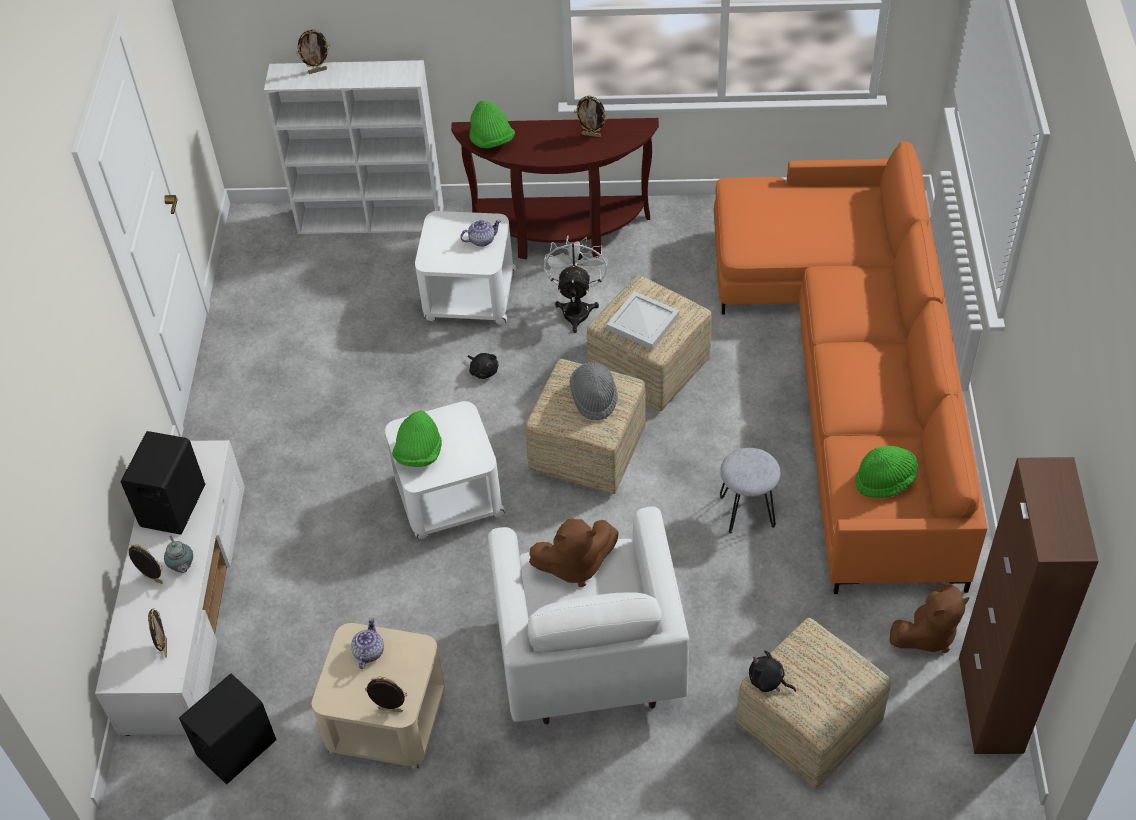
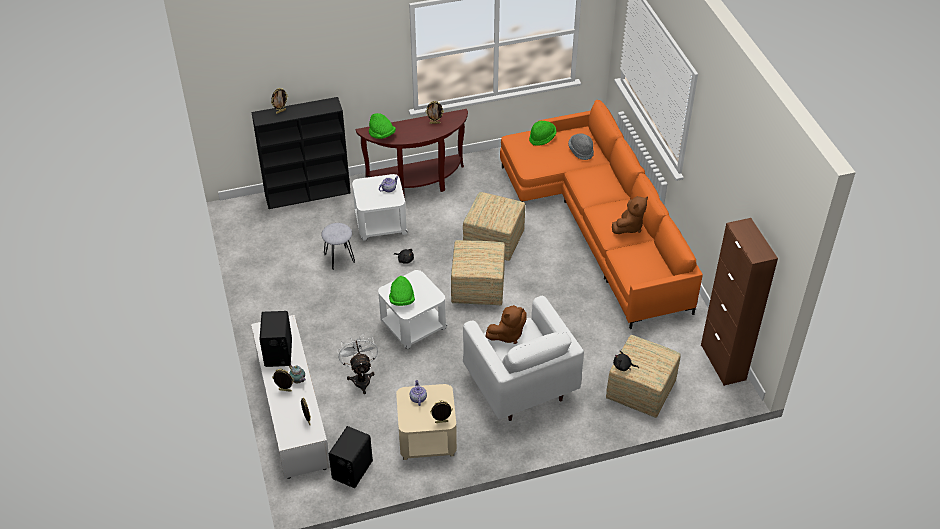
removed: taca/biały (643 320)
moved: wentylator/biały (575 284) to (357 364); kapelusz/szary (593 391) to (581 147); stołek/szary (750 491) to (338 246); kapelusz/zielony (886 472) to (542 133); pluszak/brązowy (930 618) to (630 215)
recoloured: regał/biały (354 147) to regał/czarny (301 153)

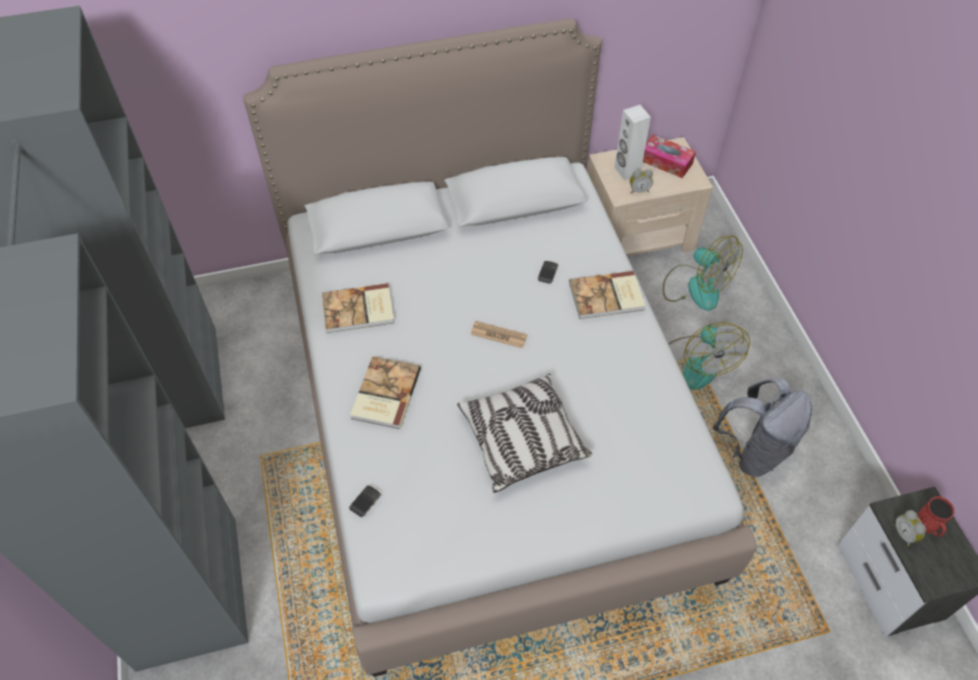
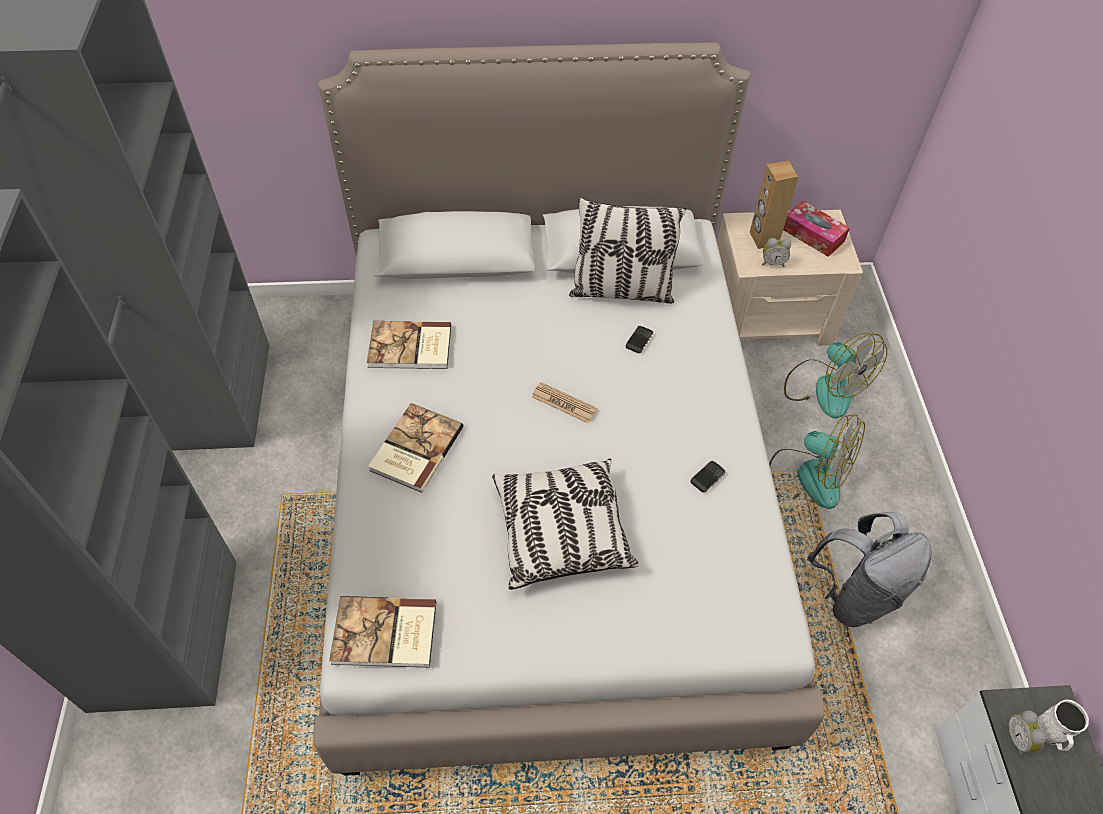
added: poduszka (628 250)
moved: telefon (365 501) to (708 477); książka (607 295) to (382 632)
recoloured: głośnik/biały (632 142) to głośnik/brązowy (773 205); kubek/czerwony (936 516) to kubek/biały (1063 725)
turned: wentylator (709 356) = (817 461) 60 degrees counterclockwise

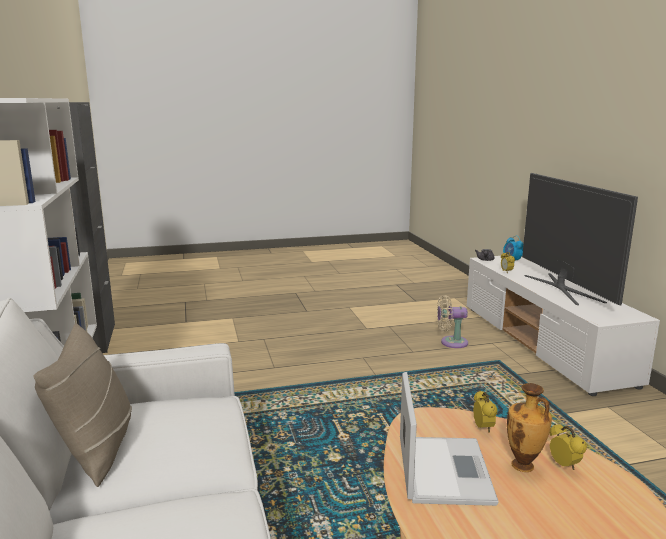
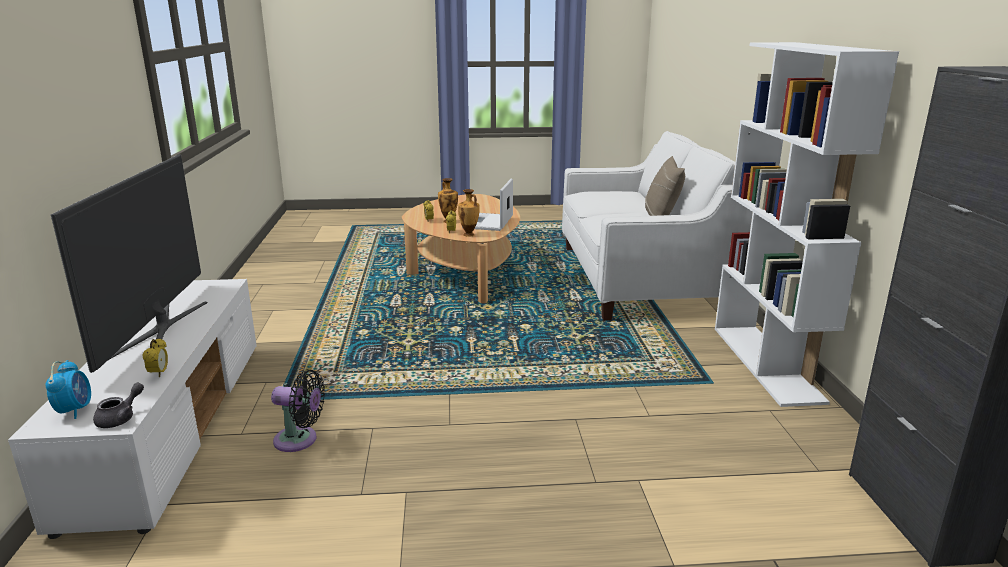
added: wazon (469 213)
recoloured: wentylator/beżowy (452 321) to wentylator/czarny (298 411)

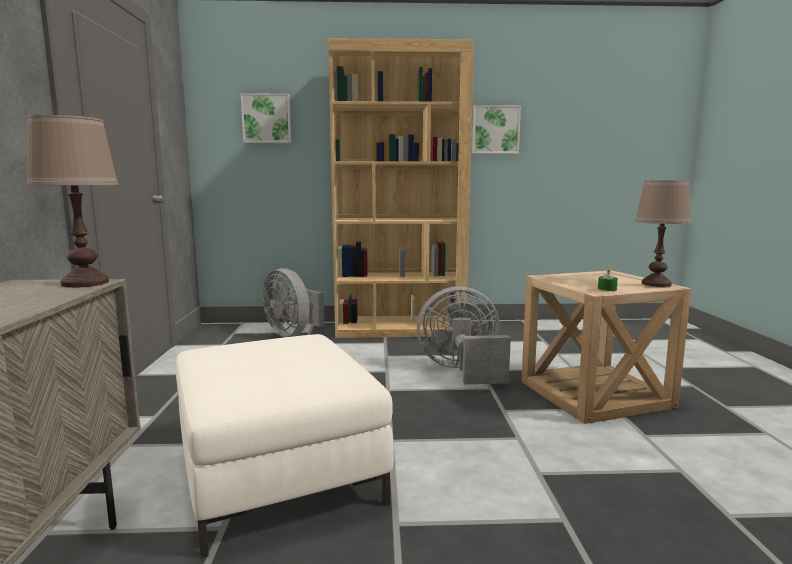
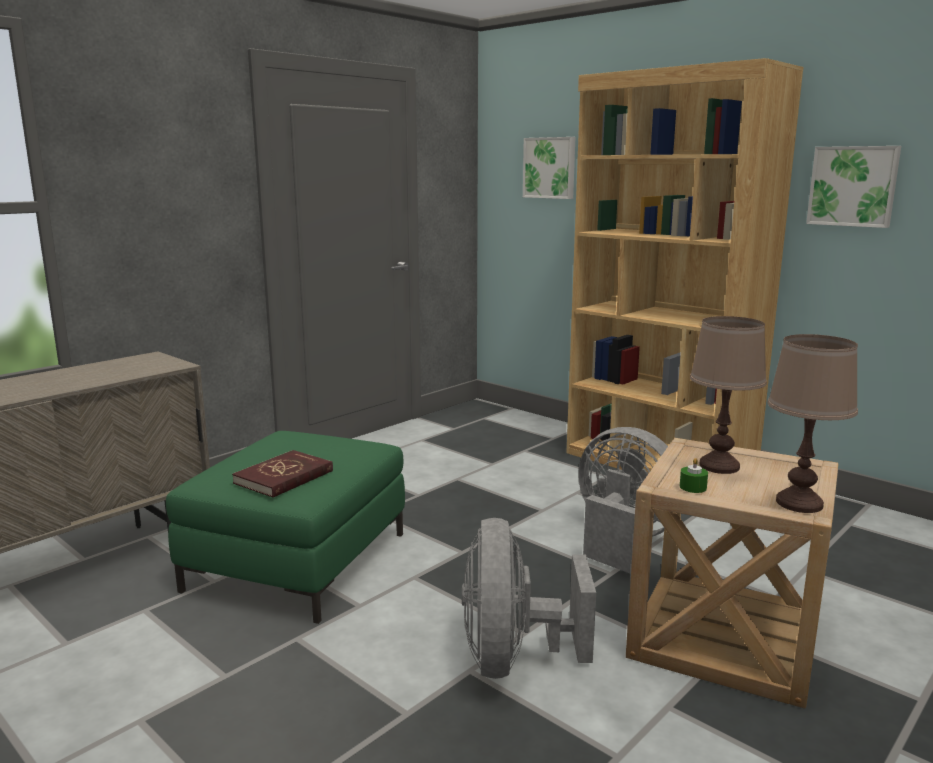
added: książka/czerwony (282 474)
moved: lampa stołowa/brązowy (72 201) to (728 395); wentylator/szary (293 302) to (529 598)
recoloured: pufa/biały (285 446) to pufa/zielony (285 527)

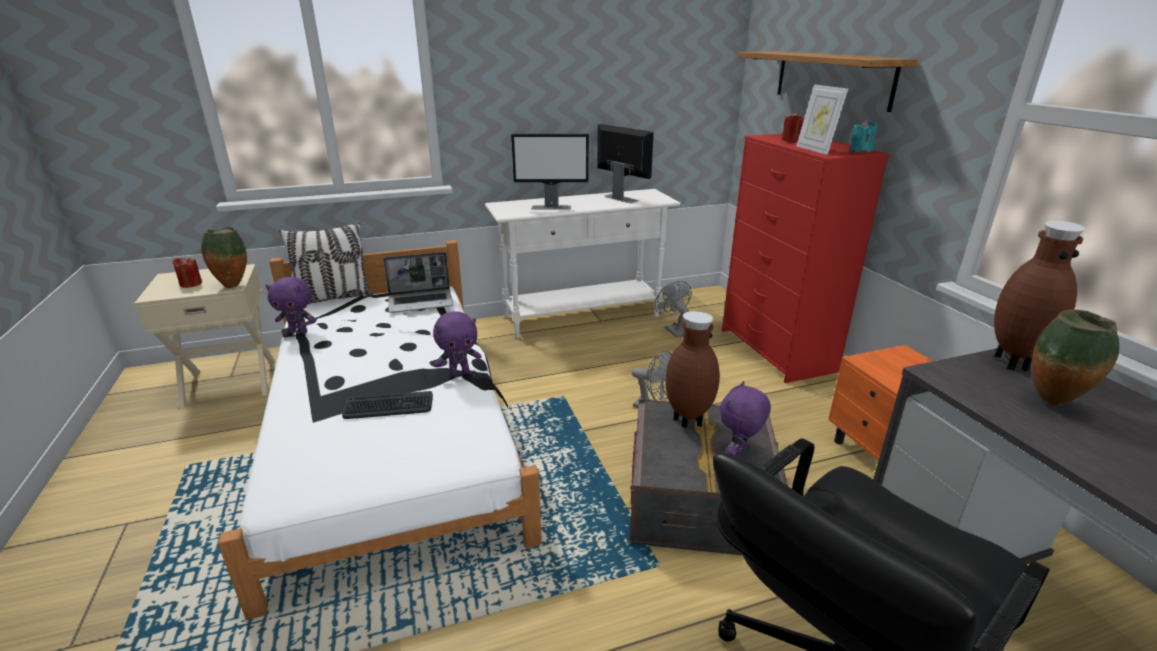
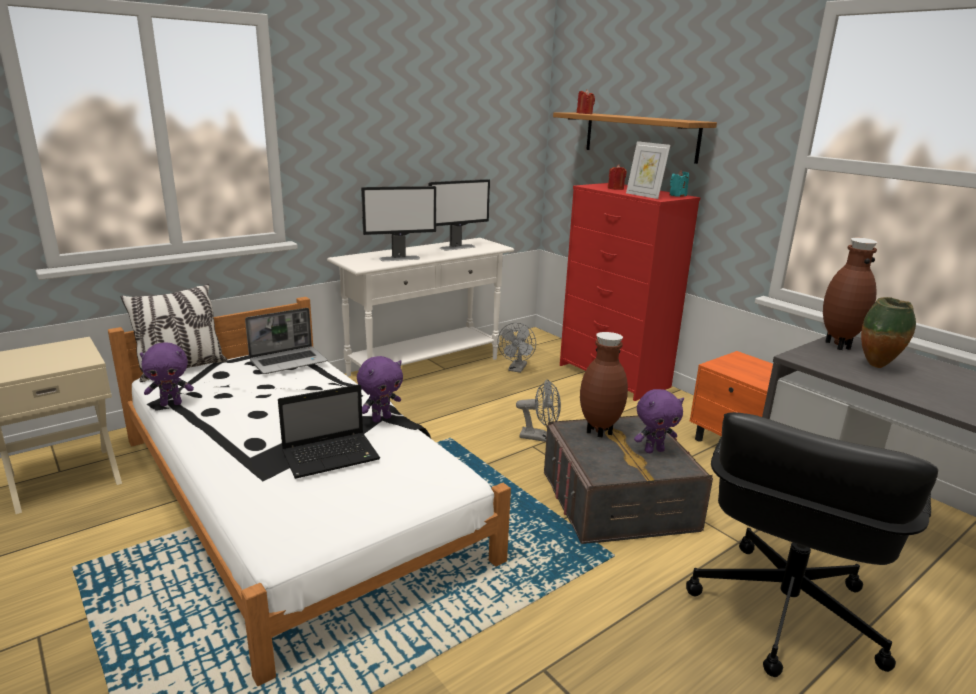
removed: wazon (224 257)
moved: świeca/czerwony (187 272) to (586 102)
replaced: klawiatura (387 405) to laptop (329 431)
turned: monitor (625 163) = (459 215) 120 degrees clockwise; wentylator/szary (673 309) = (517 348) 120 degrees counterclockwise; pluszak/fioletowy (745 419) = (659 421) 120 degrees counterclockwise

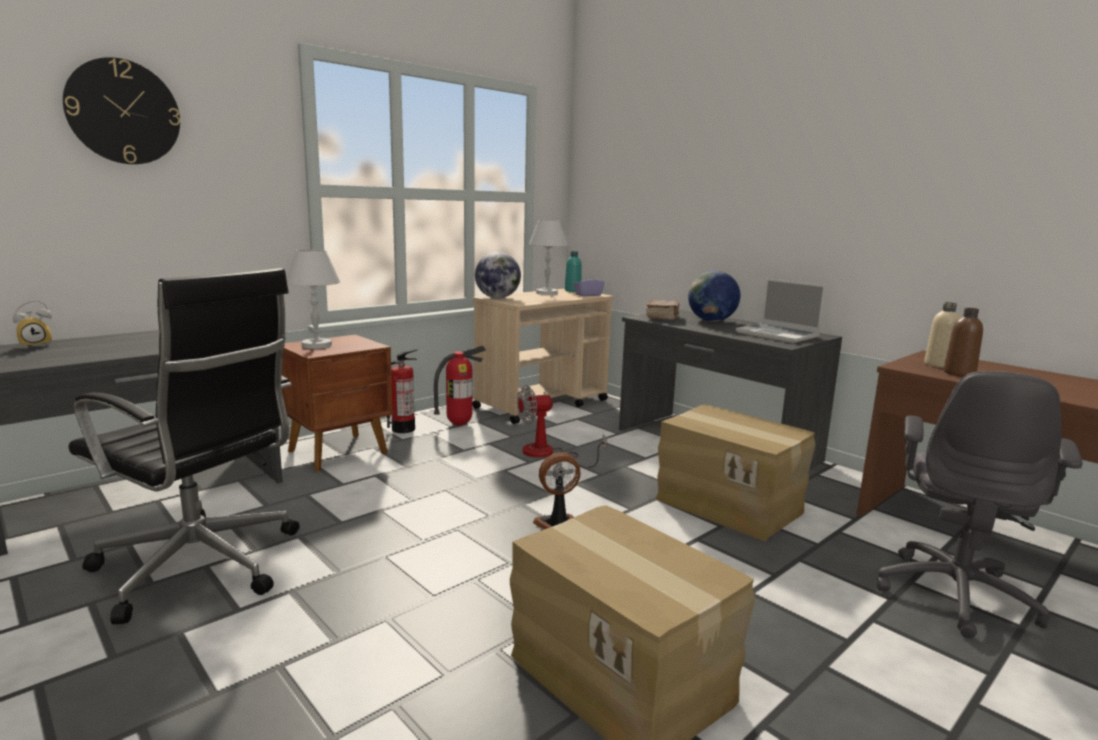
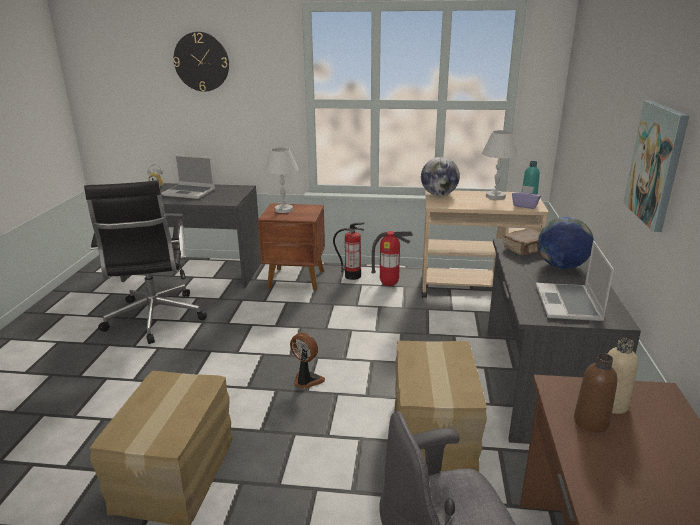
removed: wentylator (562 426)
added: laptop (188 177); obraz (656 166)

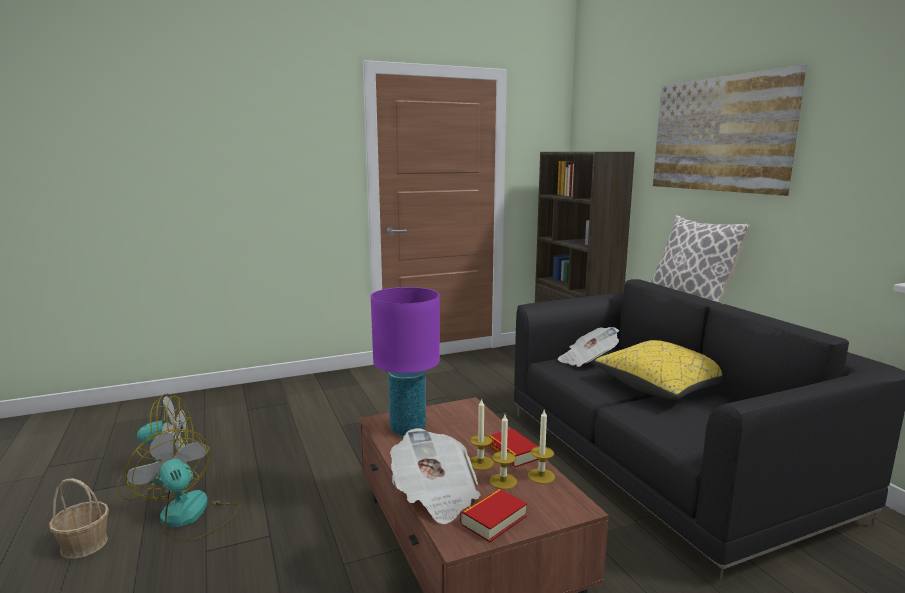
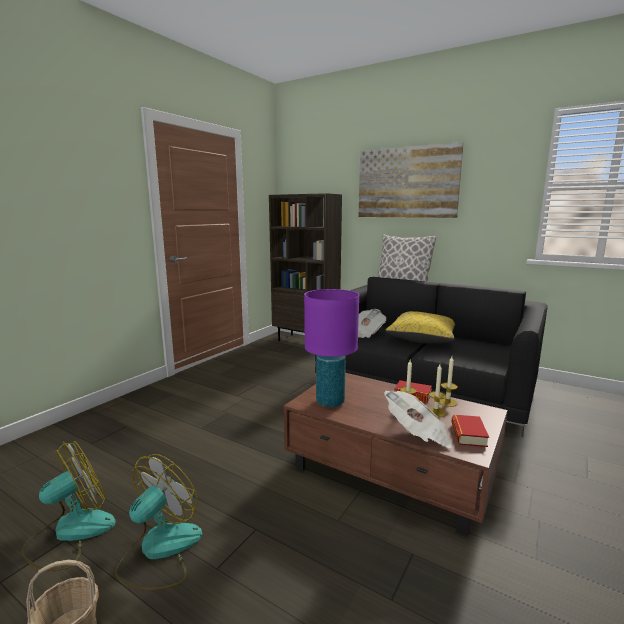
turned: wentylator (182 485) = (158 522) 105 degrees clockwise

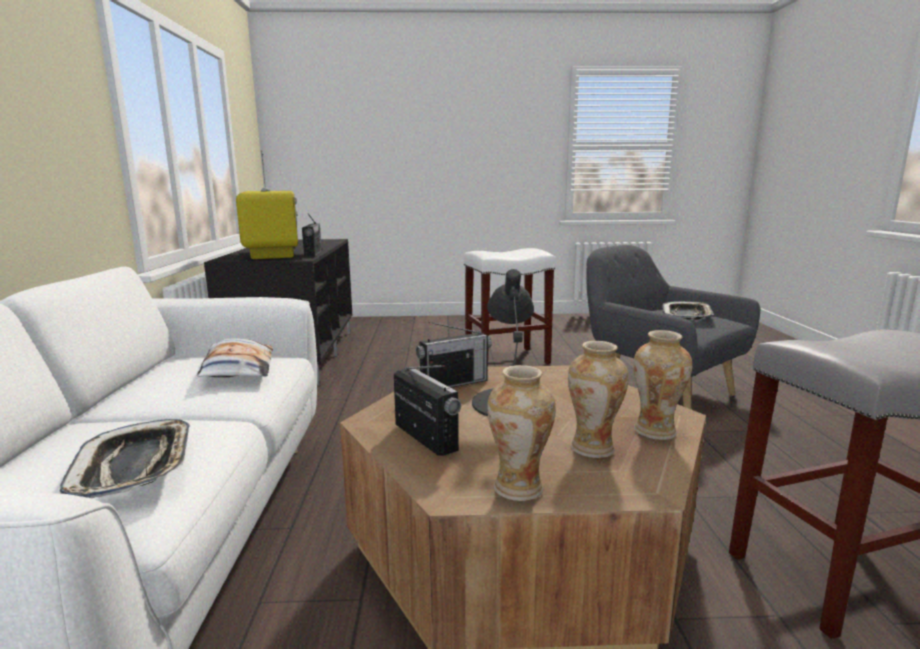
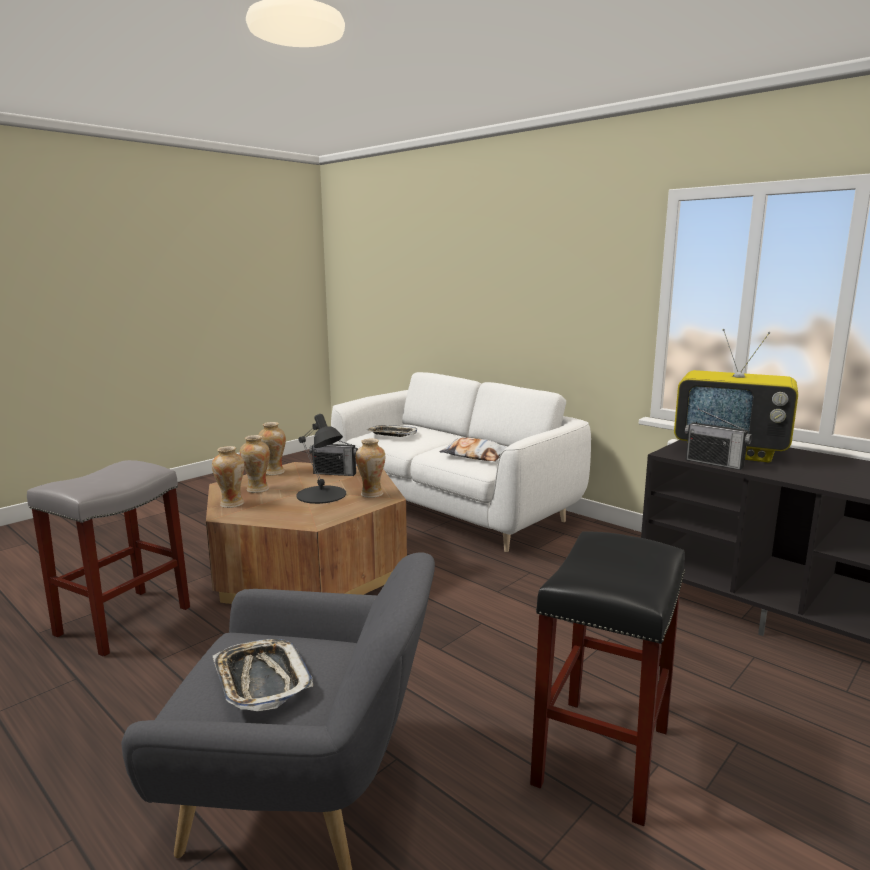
replaced: radio (454 354) to wazon (370 468)
recoloured: stołek/biały (510 306) to stołek/czarny (607 678)

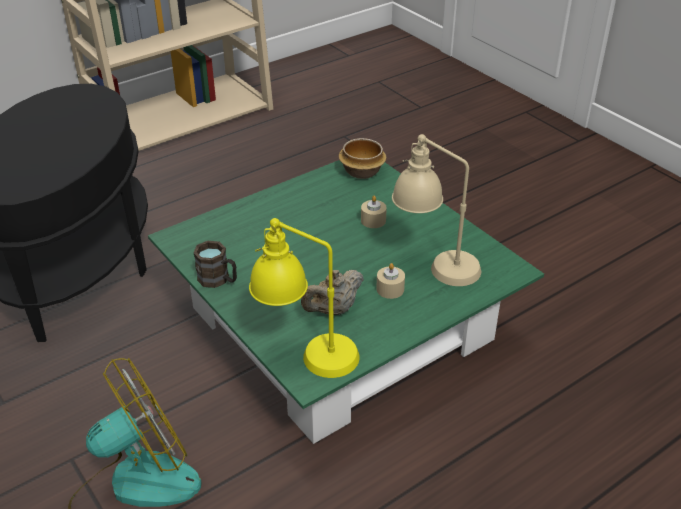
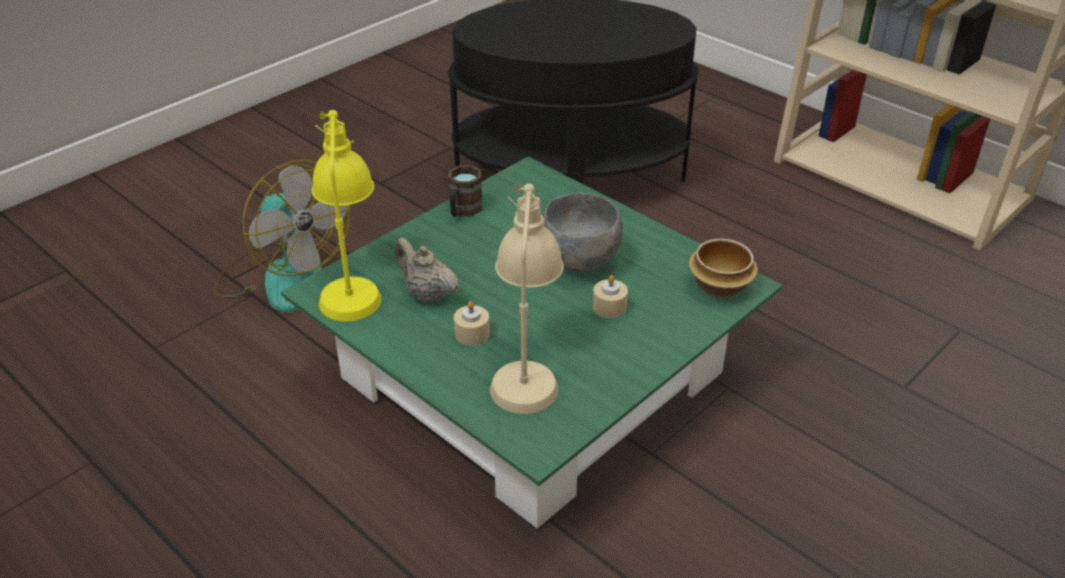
added: miska/szary (583 232)

